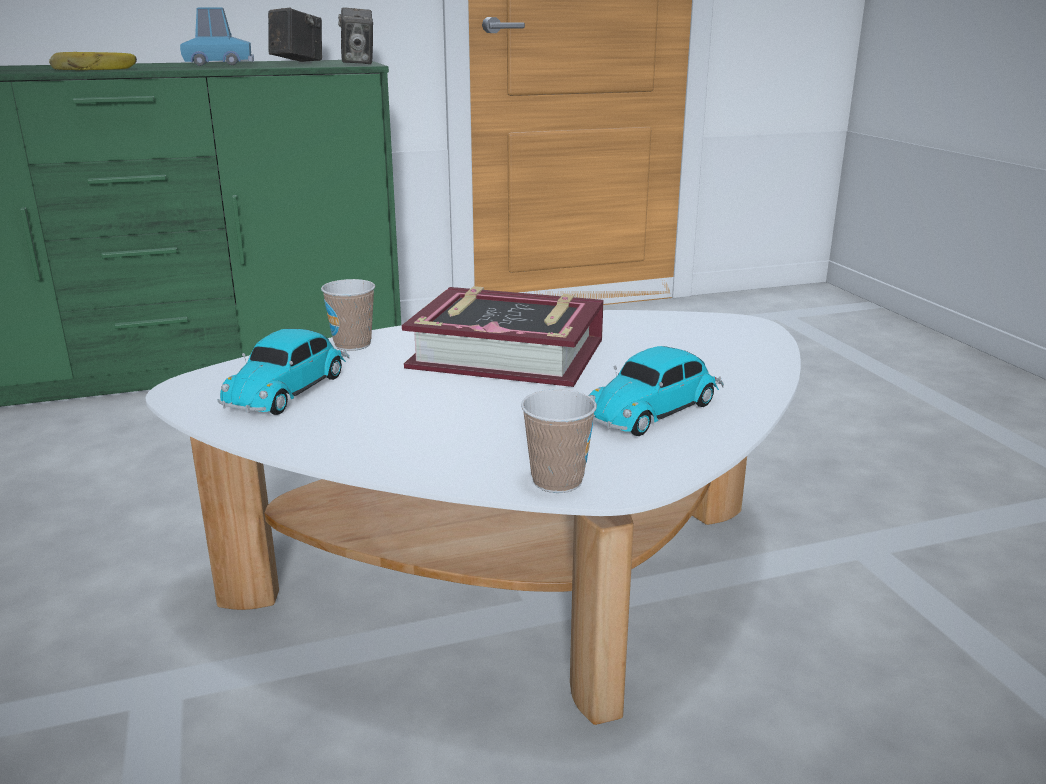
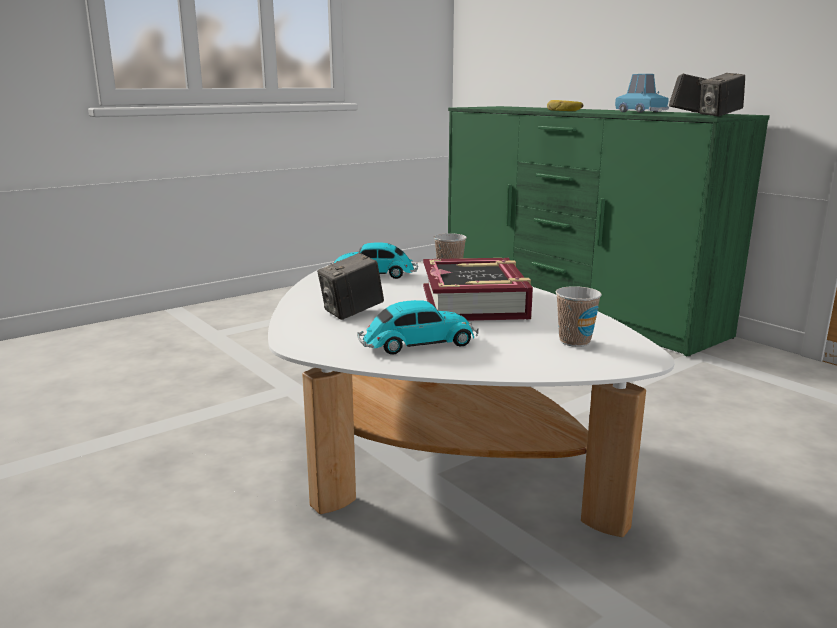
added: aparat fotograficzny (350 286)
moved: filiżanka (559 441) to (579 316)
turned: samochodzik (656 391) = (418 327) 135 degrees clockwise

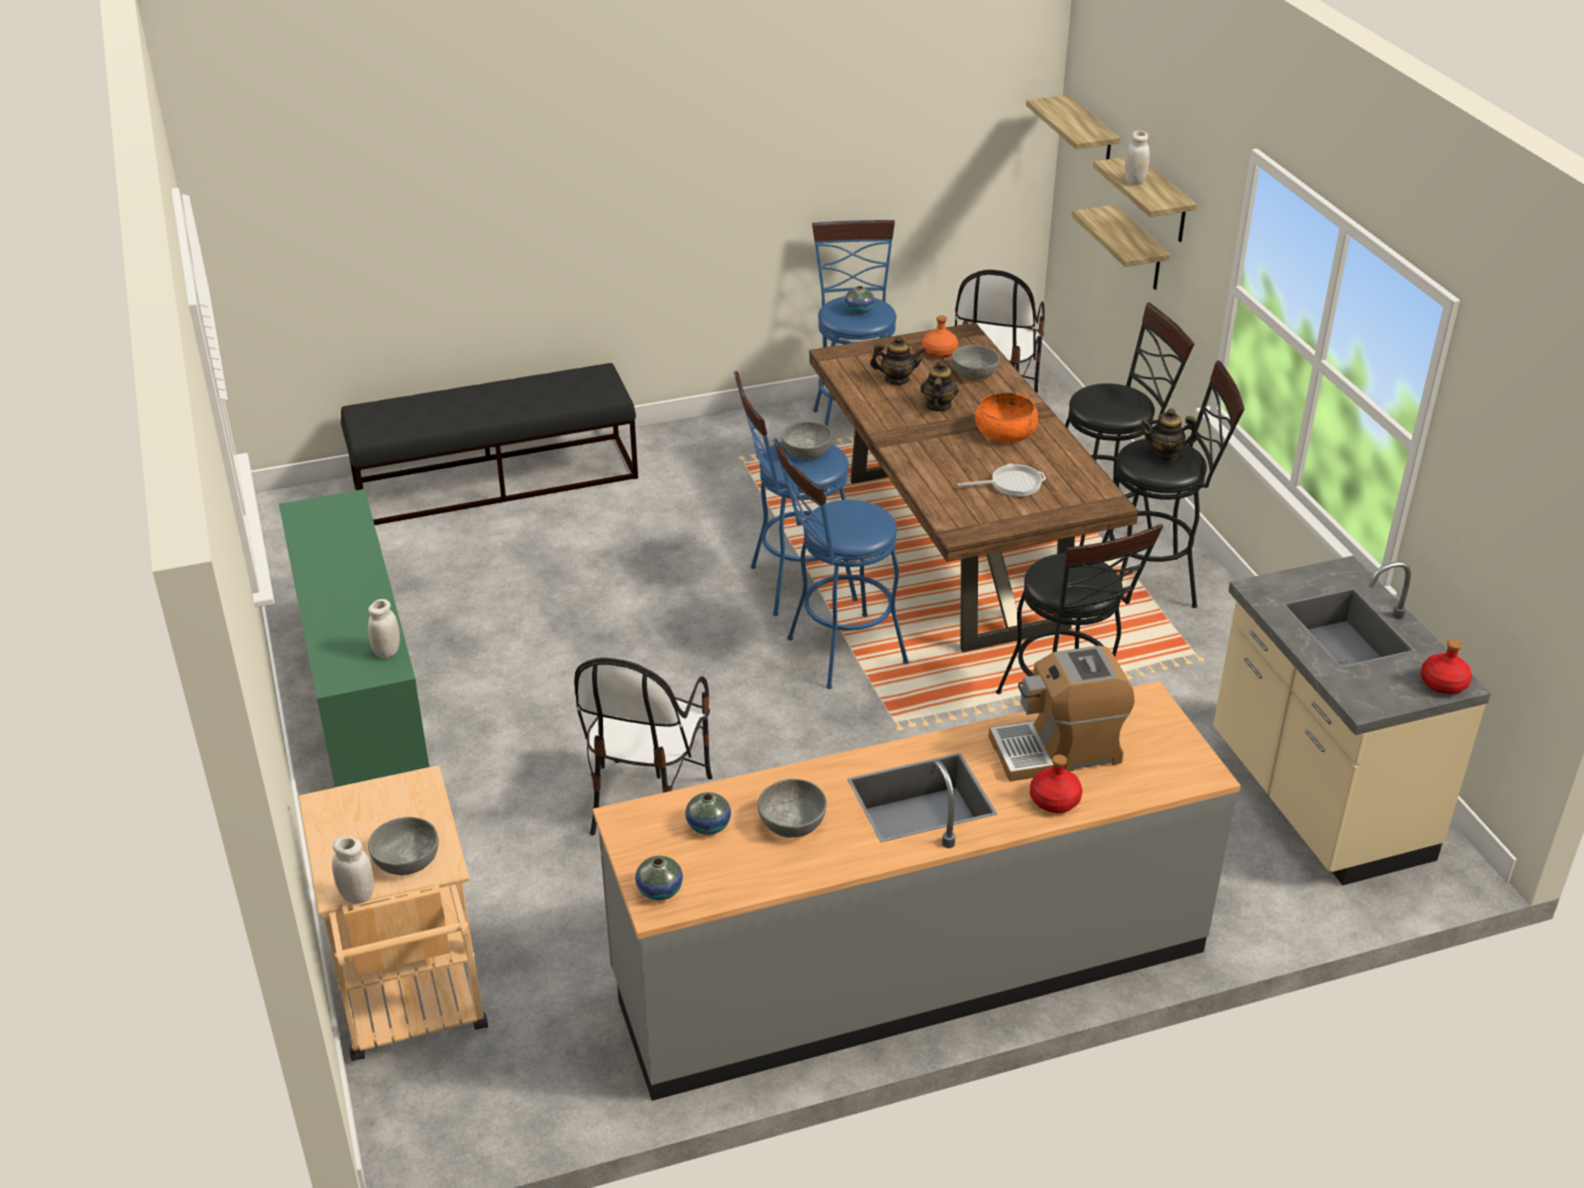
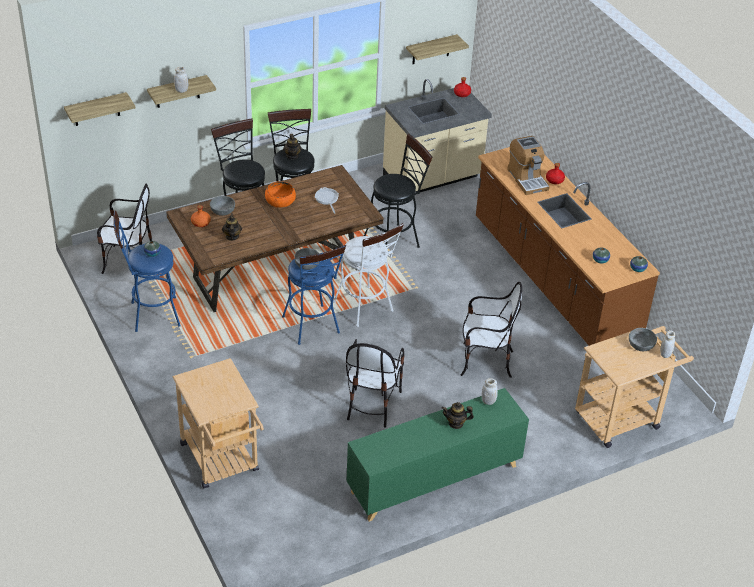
removed: miska/szary (792 808)
added: krzesło (375 383)
moved: imbryk (940 386) to (457 415); półka (1120 247) to (437 49)
replaced: ławka/czarny (489 444) to wózek/beżowy (218 423)
recoloured: zabudowa kuchenna/szary (917 891) to zabudowa kuchenna/brązowy (568 246); stołek/niebieski (841 564) to stołek/biały (368 275)

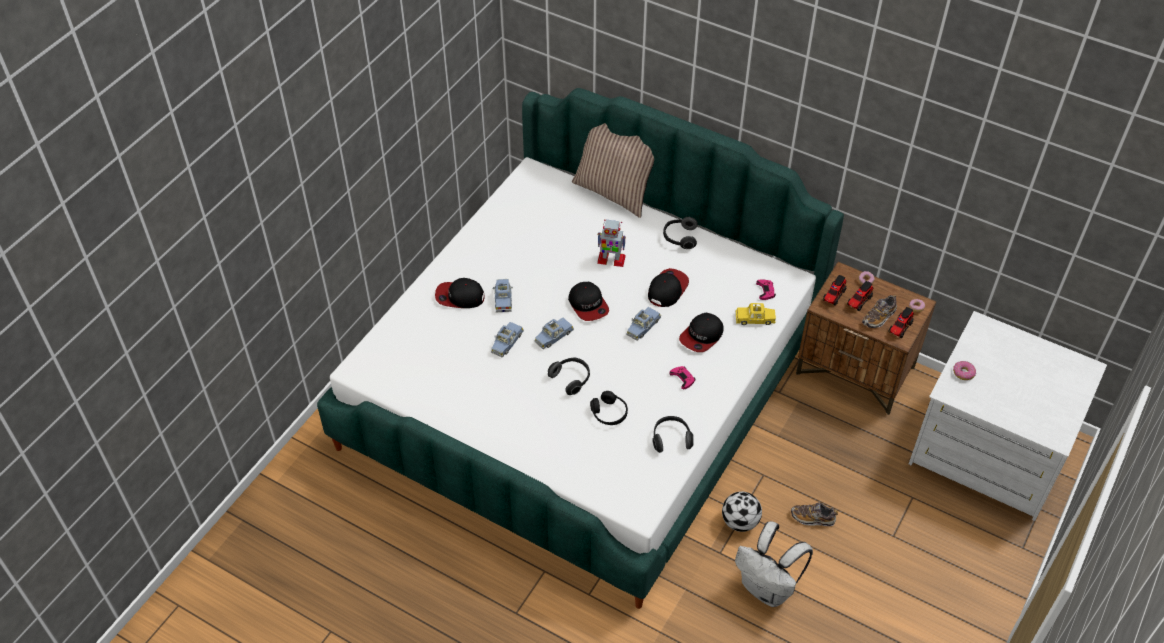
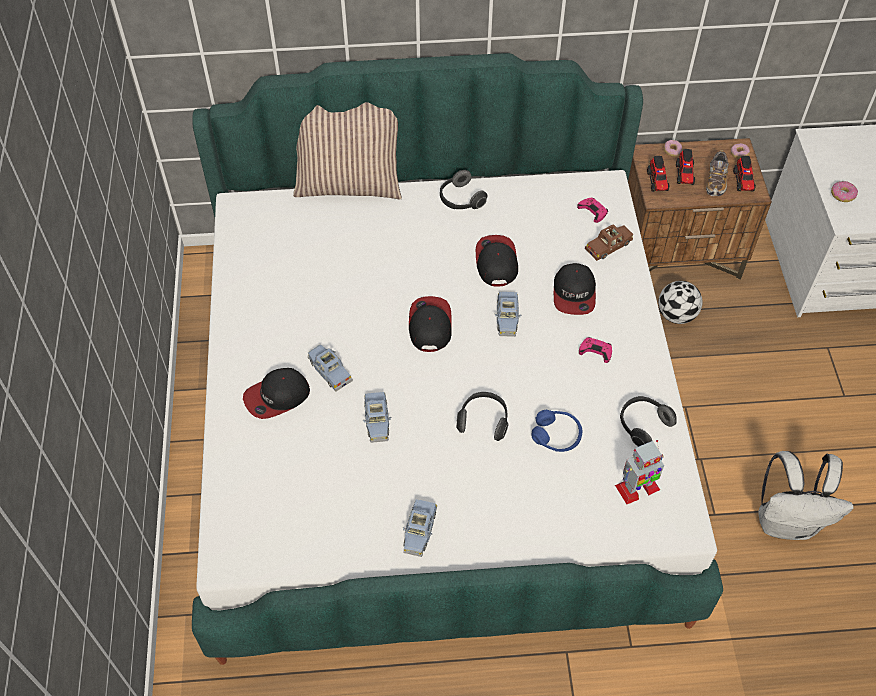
removed: but (814 514)
moved: samochodzik/niebieski (554 333) to (420 528); robot zabawkowy (611 243) to (639 472); piłka futbolowa (742 511) to (680 302)
recoloured: słuchawki/czarny (609 408) to słuchawki/niebieski (556 431); samochodzik/żółty (756 314) to samochodzik/brązowy (609 242)
turned: czapka z daszkiem (588 301) = (430 324) 120 degrees counterclockwise

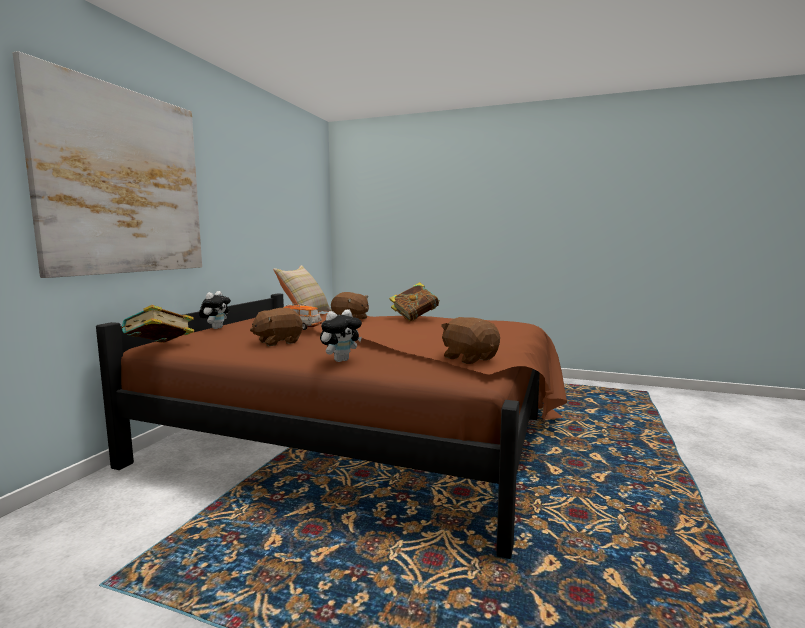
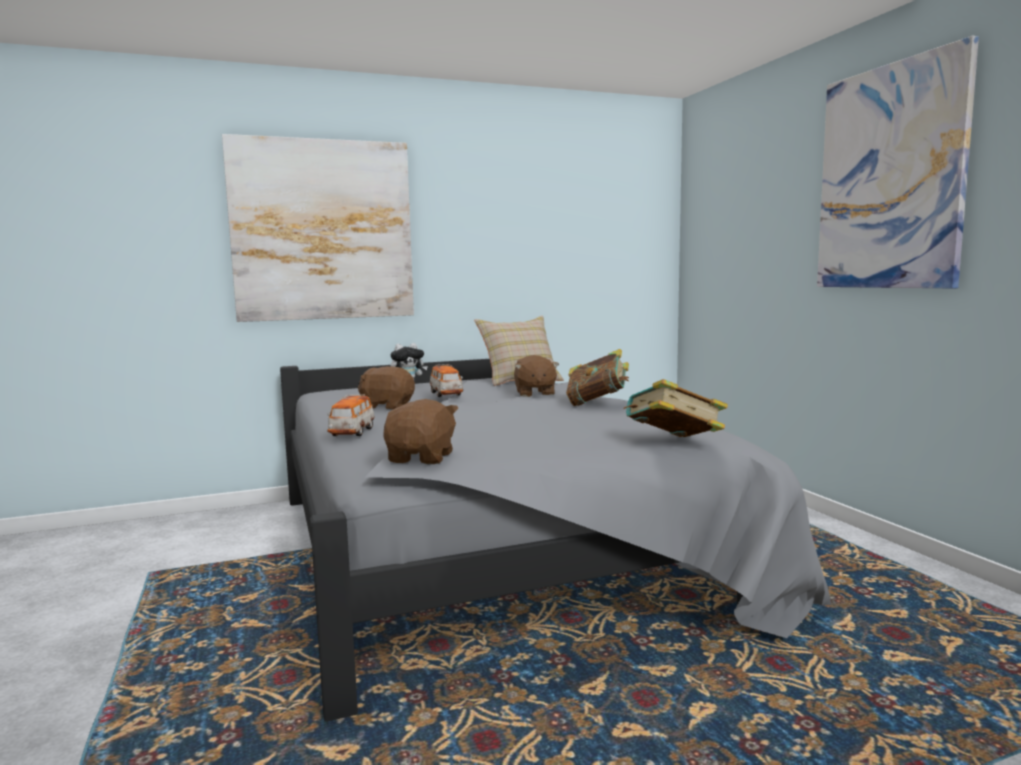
added: obraz (898 161)
moved: książka (157 324) to (675 408)
replaced: pluszak (341 335) to samochodzik (351 415)
recoloured: łóżko/brązowy (331 426) to łóżko/szary (555 540)

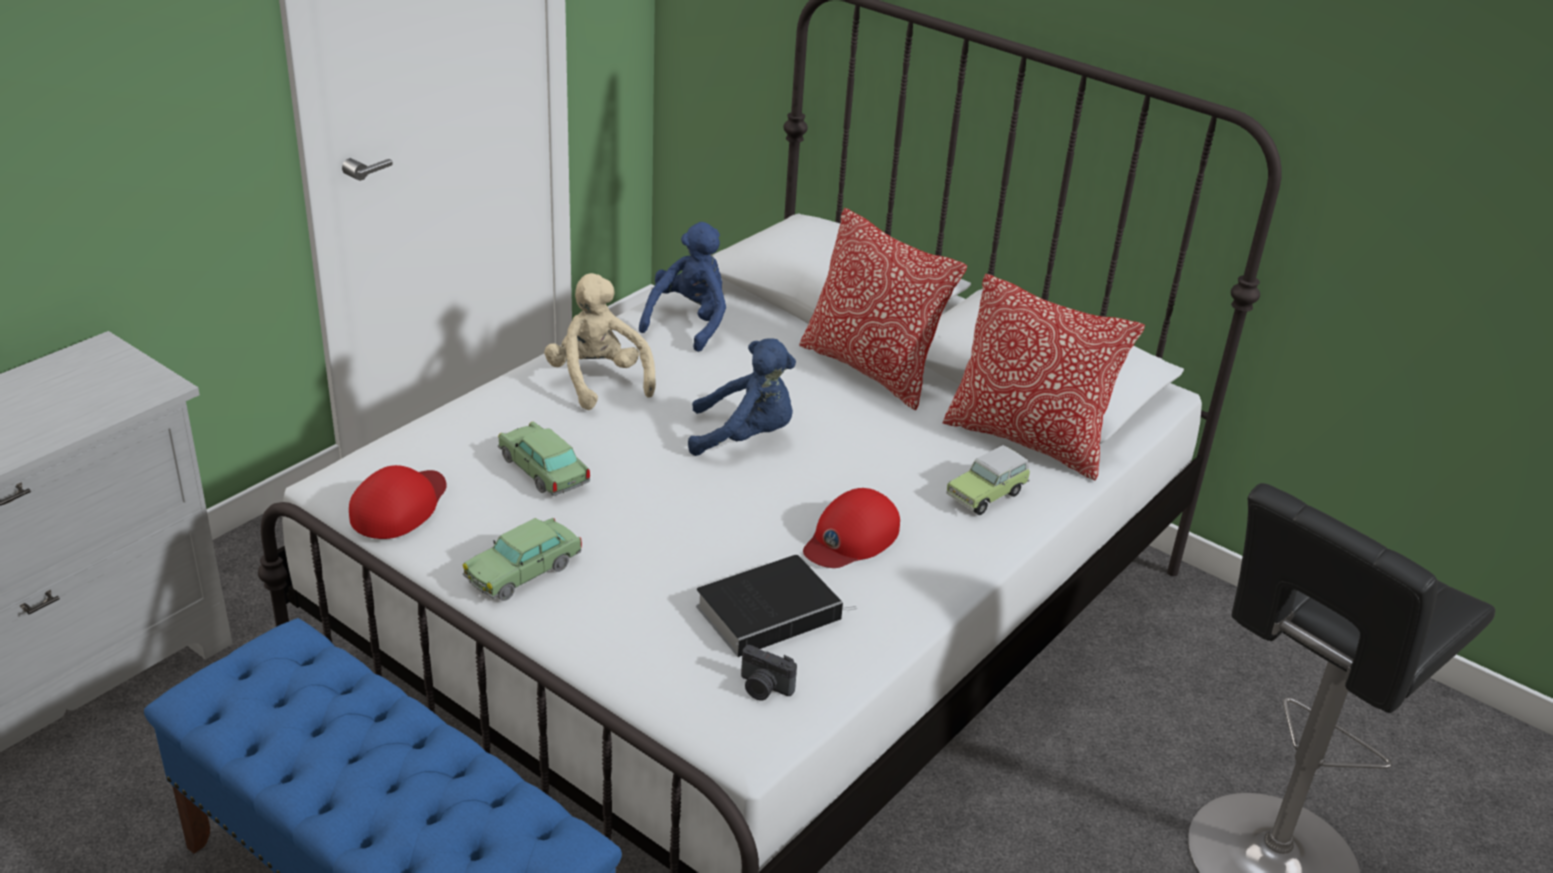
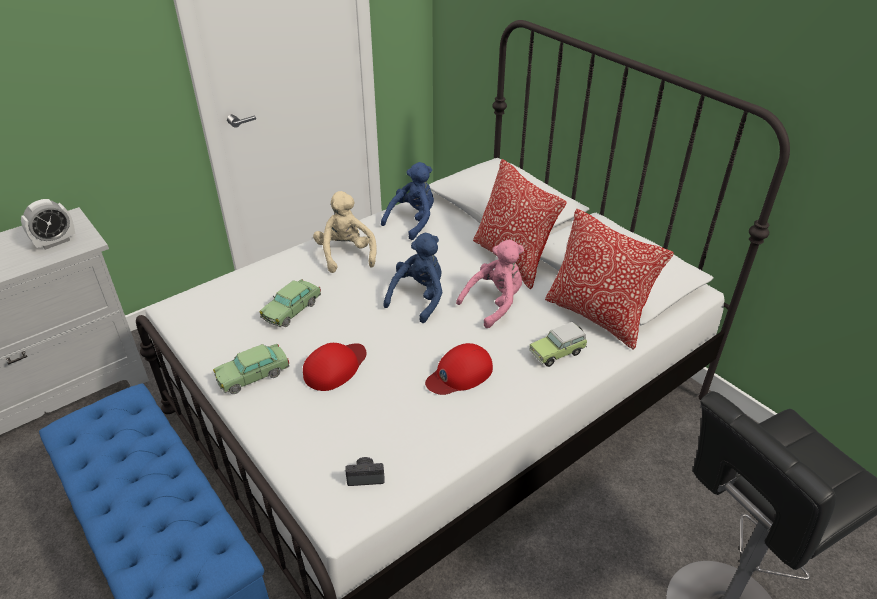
removed: książka (776 606)
added: budzik (48 224); pluszak/różowy (490 284)
moved: czapka z daszkiem/czerwony (398 502) to (335 367)
turned: samochodzik (544 459) = (290 303) 120 degrees counterclockwise; pluszak/niebieski (742 397) = (413 278) 75 degrees counterclockwise; aparat fotograficzny (769 672) = (365 471) 135 degrees clockwise

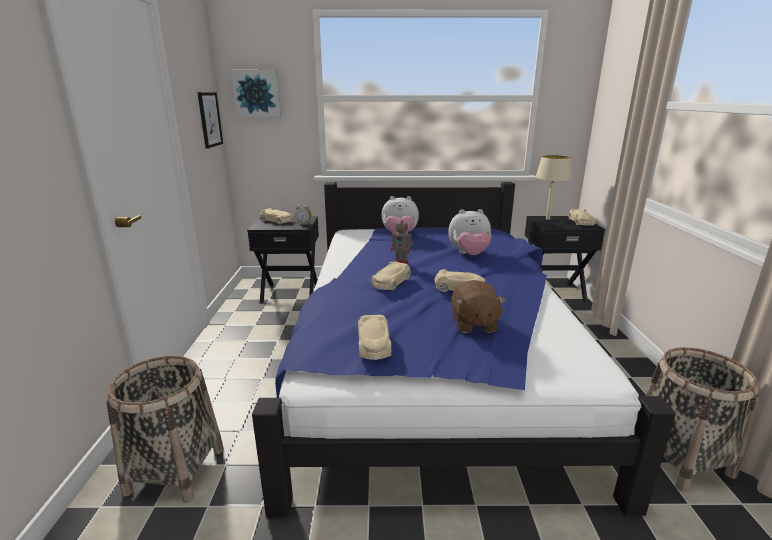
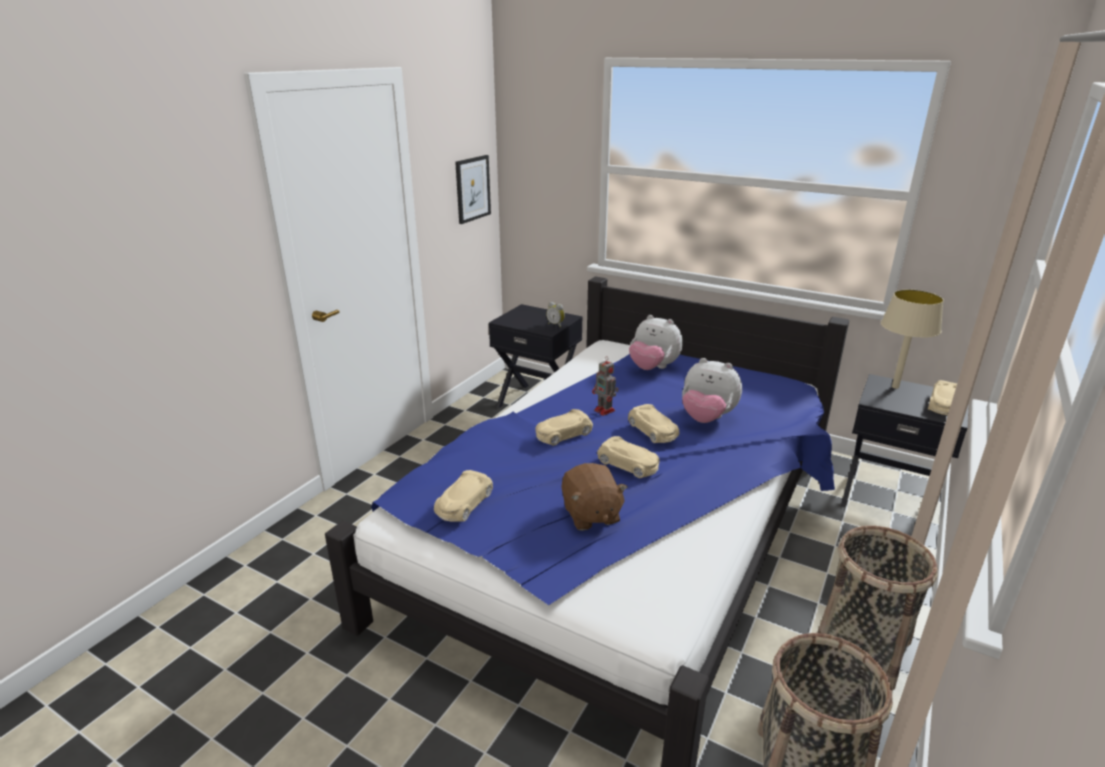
removed: obraz (256 93)
moved: koszyk (165 429) to (877 608); samochodzik/beżowy (276 216) to (653 423)
turned: pluszak/brązowy (479 306) = (594 497) 45 degrees counterclockwise

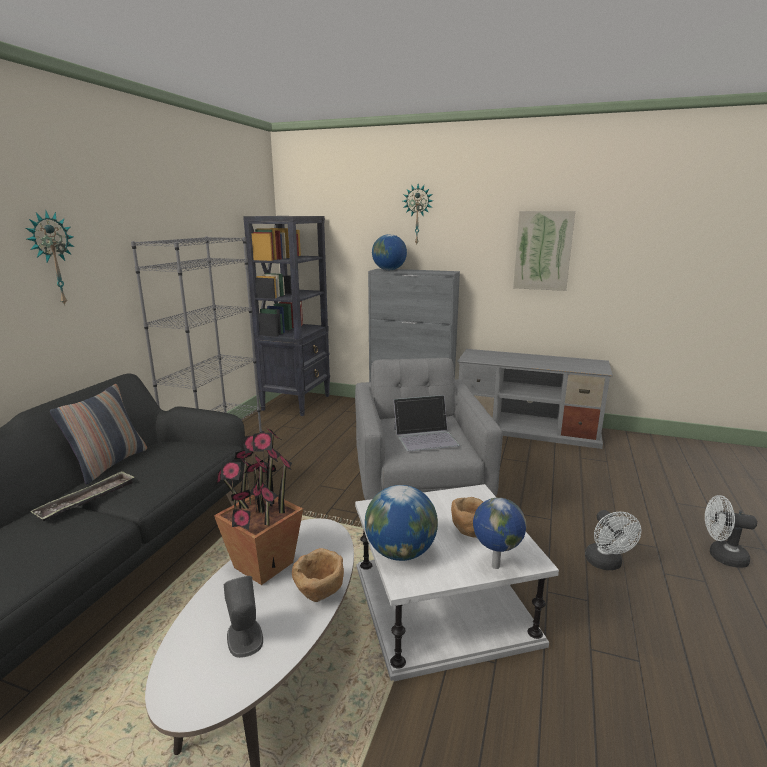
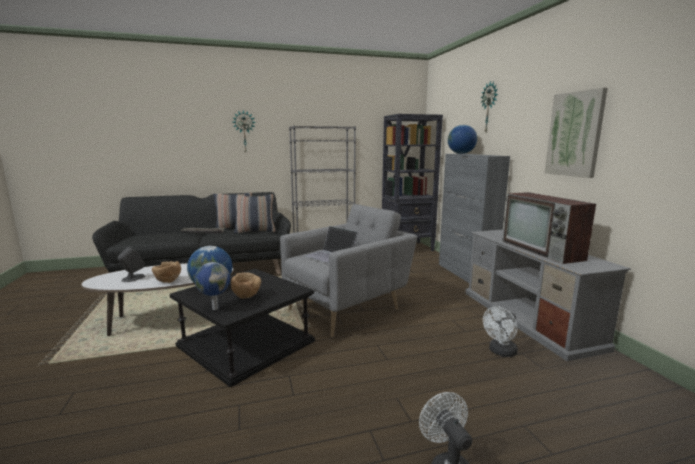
removed: roślina doniczkowa (258 506)
added: poduszka (254 214); telewizor (549 228)
moved: wentylator/biały (613 540) to (500 331)
recoloured: stolik/biały (457 582) to stolik/czarny (242 327)

